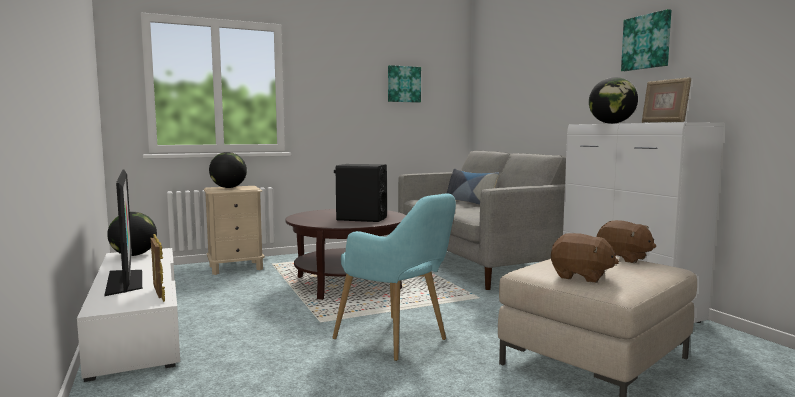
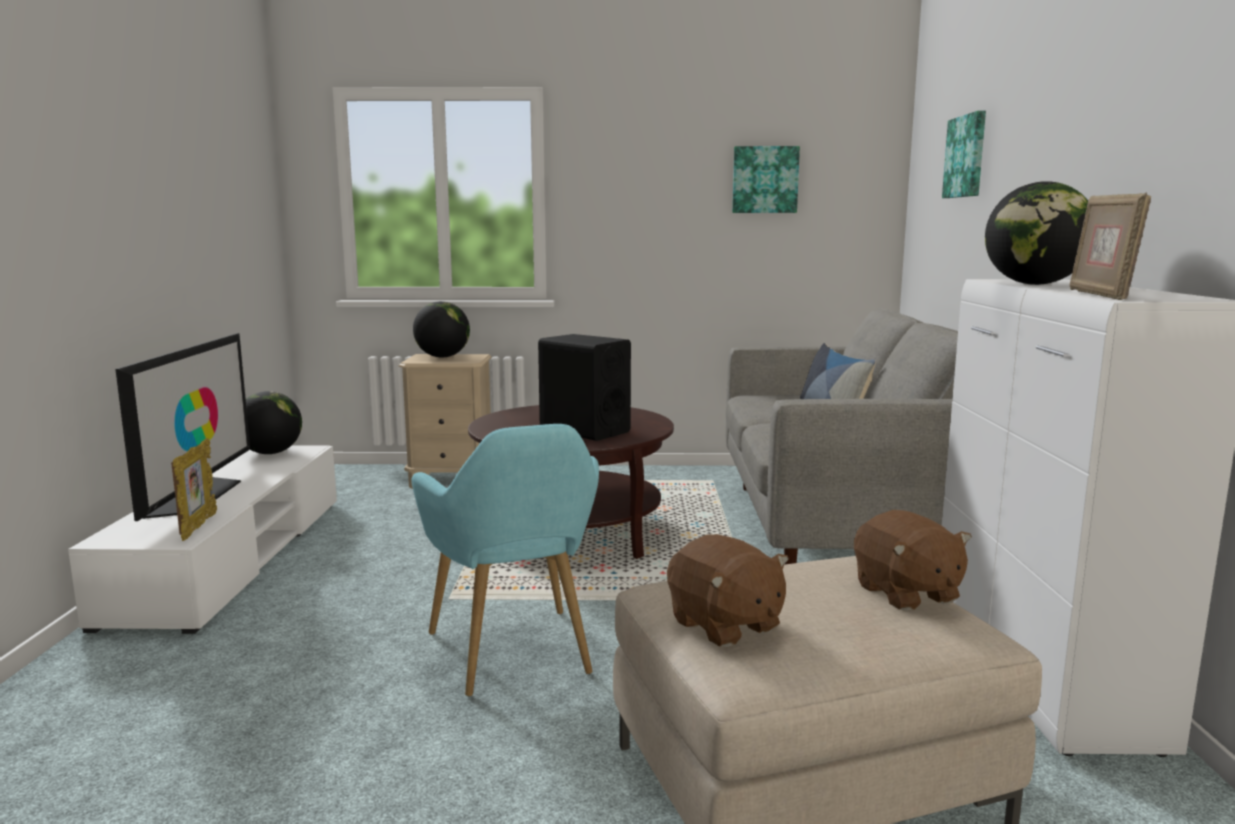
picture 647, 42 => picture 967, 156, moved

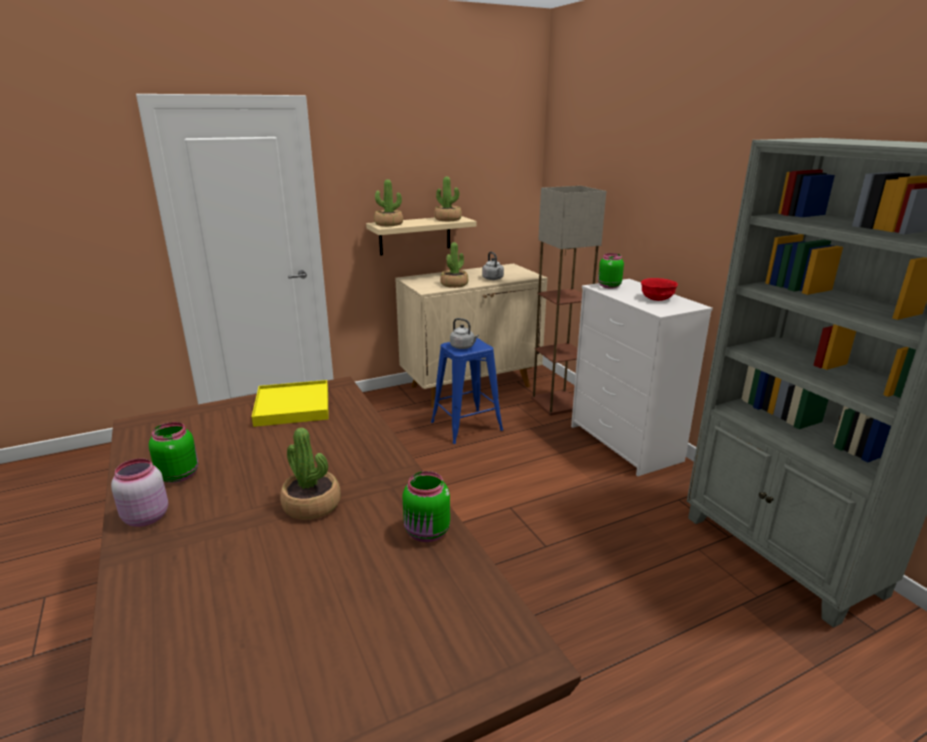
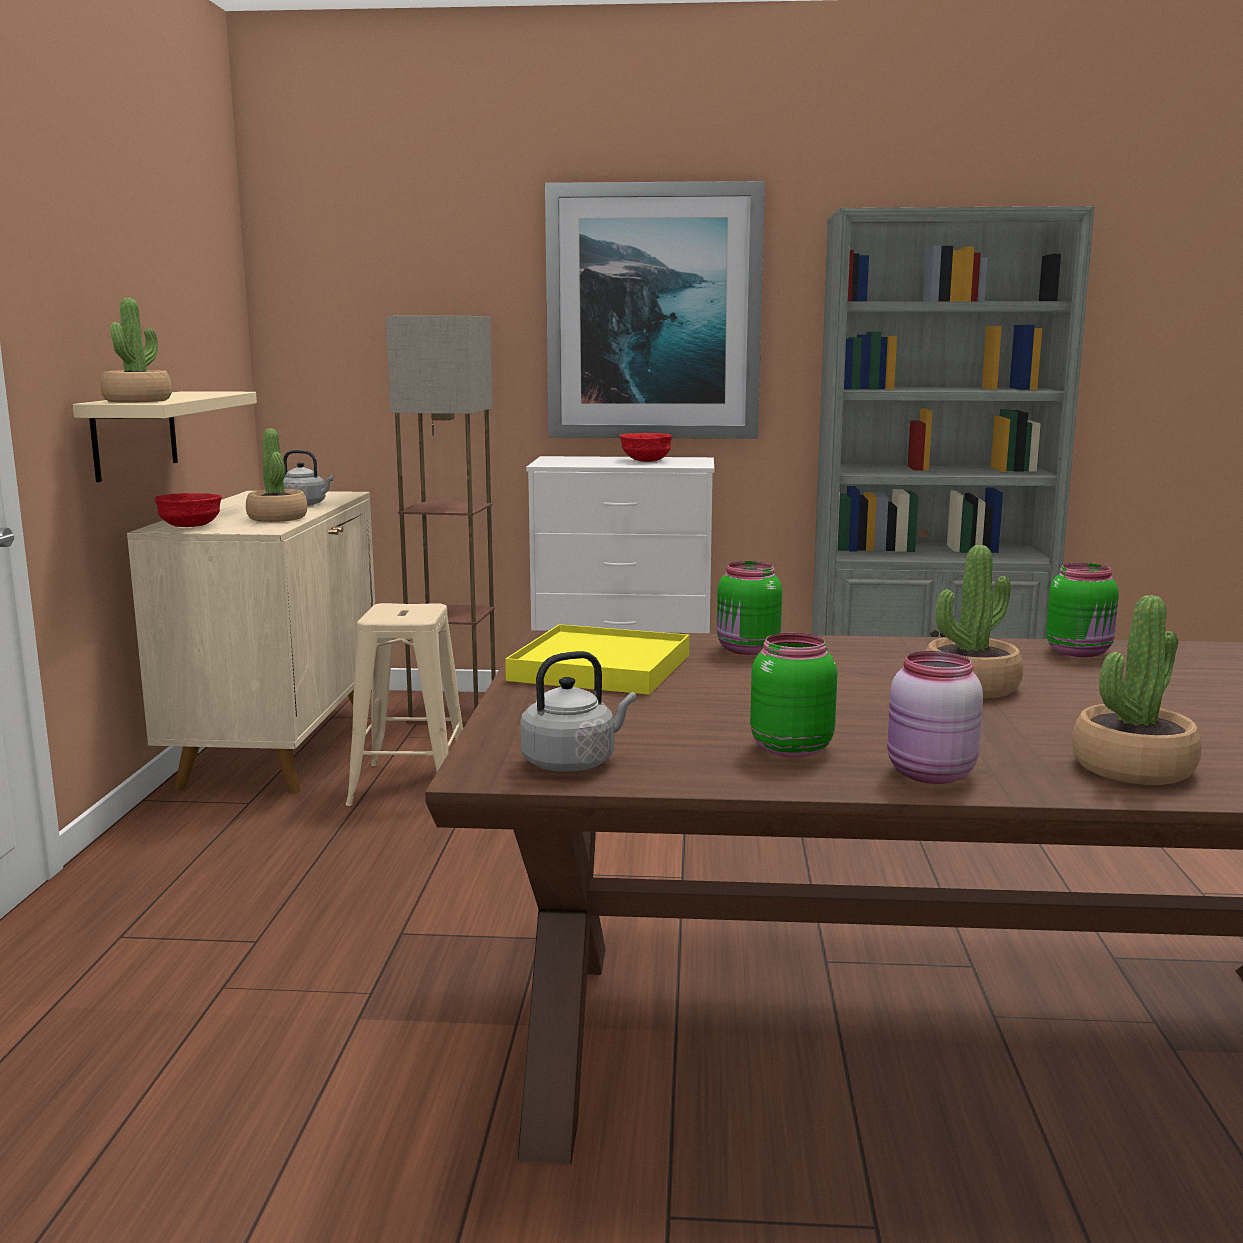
plant in a pot 448, 219 => plant in a pot 1132, 767, moved
greenish jar 608, 286 => greenish jar 747, 650, moved
grey tea kettle 463, 347 => grey tea kettle 573, 762, moved
bluish sitting stool 466, 426 => beige-coloured sitting stool 410, 785
nothing => picture 654, 313
nothing => red deep dish 189, 526

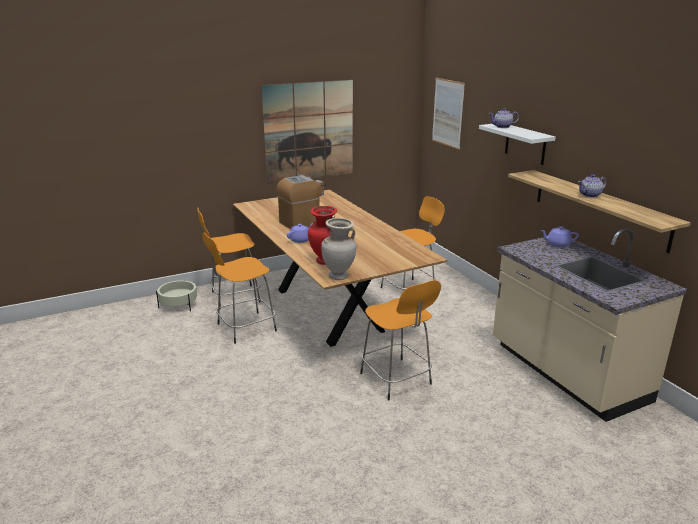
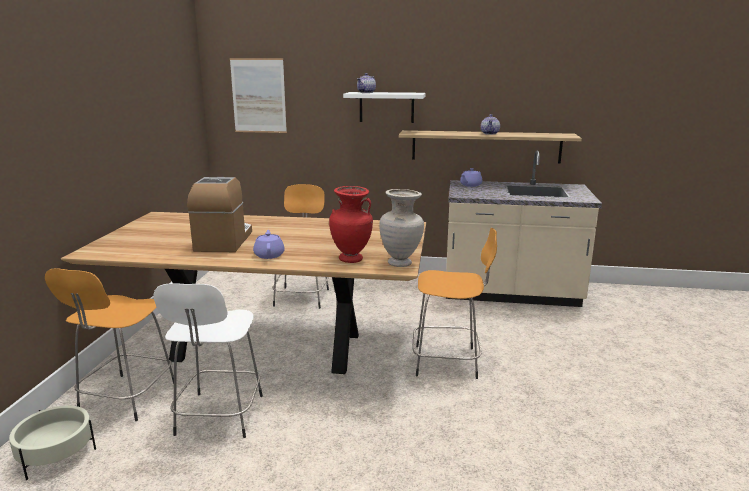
picture 309, 131 => nothing
orange-coloured sitting stool 244, 328 => whitish sitting stool 219, 417

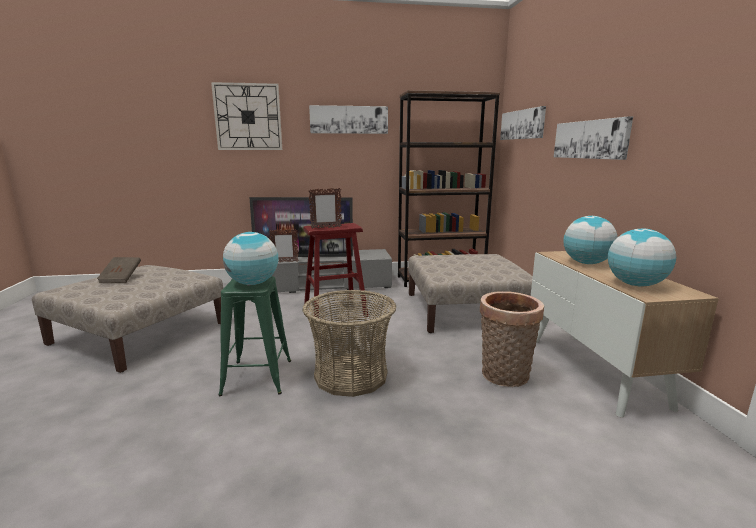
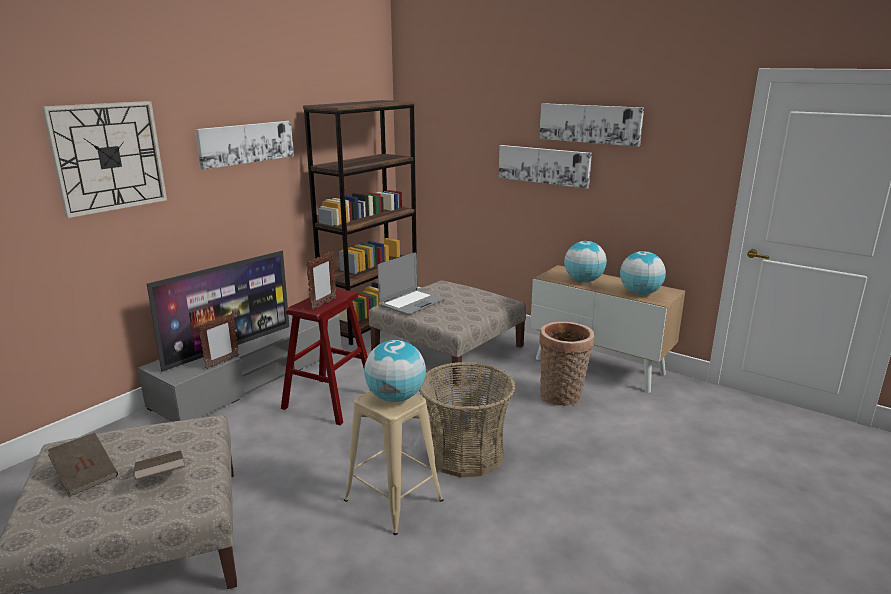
picture 522, 124 => picture 589, 123, moved
greenish sitting stool 257, 377 => beige-coloured sitting stool 393, 500
nothing => notebook computer 412, 303
nothing => brown book 161, 477

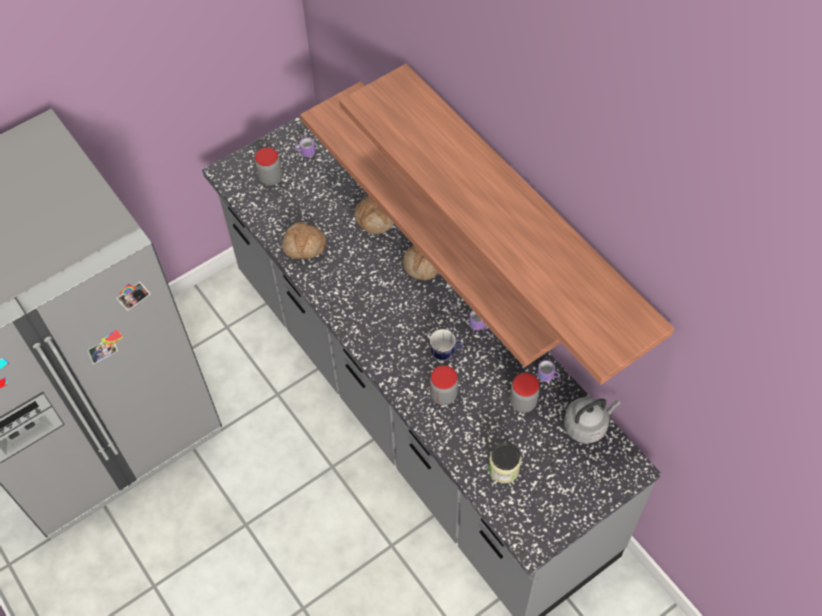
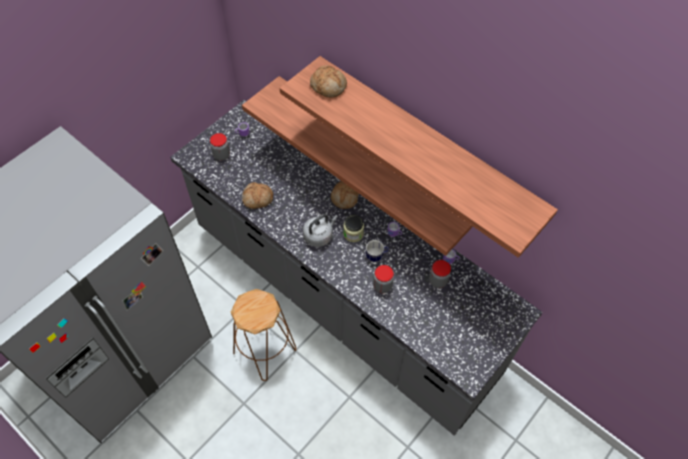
bakery bread 376, 219 => bakery bread 328, 86, moved
grey tea kettle 587, 425 => grey tea kettle 319, 236, moved
jar 503, 469 => jar 353, 234, moved
nothing => brown sitting stool 265, 350

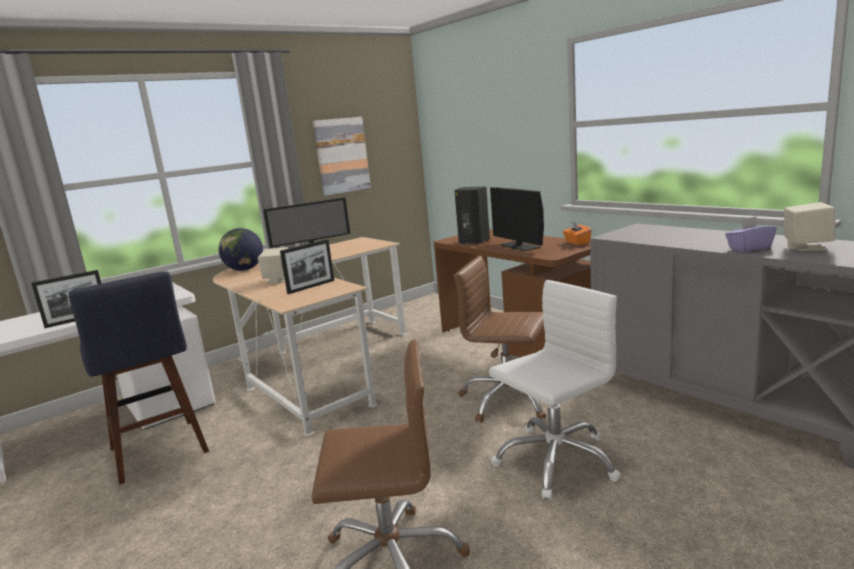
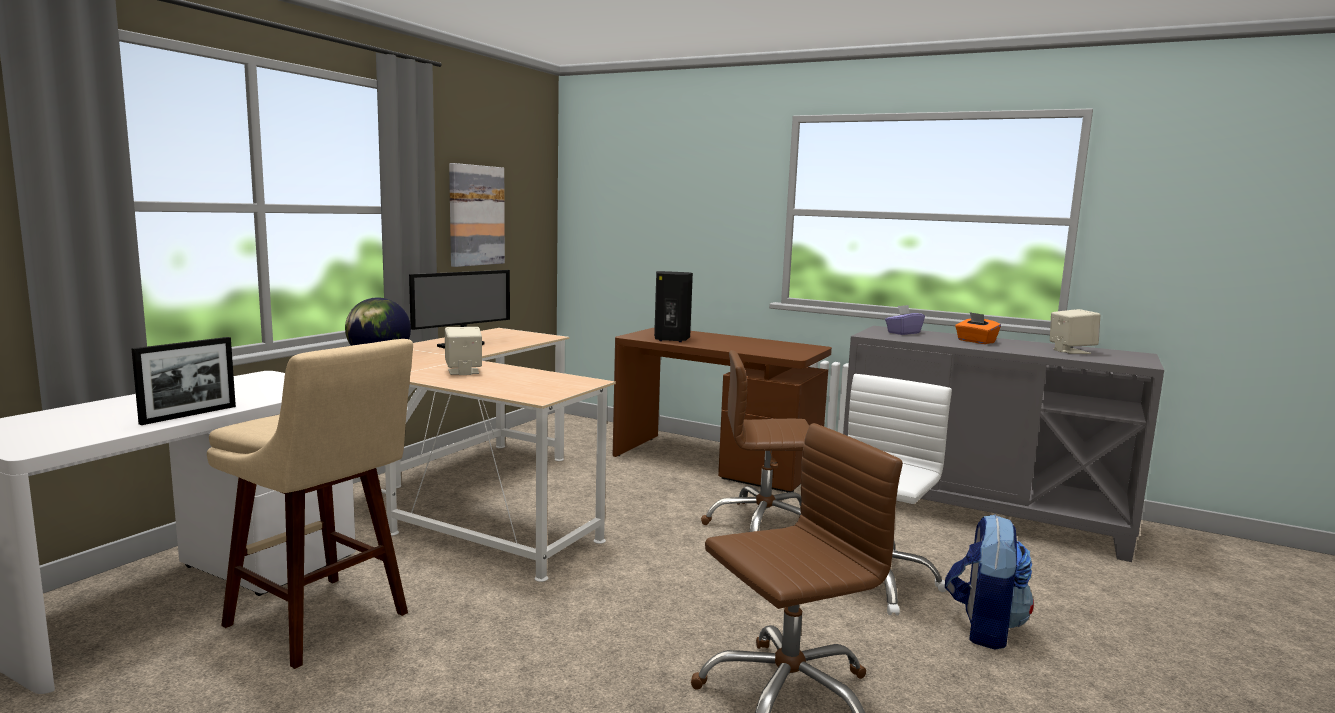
computer screen 519, 246 => nothing
purplish tissue box 749, 248 => purplish tissue box 903, 333, moved
orange-coloured tissue box 577, 243 => orange-coloured tissue box 975, 341, moved
picture frame 311, 287 => nothing
bluish sitting stool 160, 453 => beige-coloured sitting stool 323, 623
nothing => rucksack 983, 628

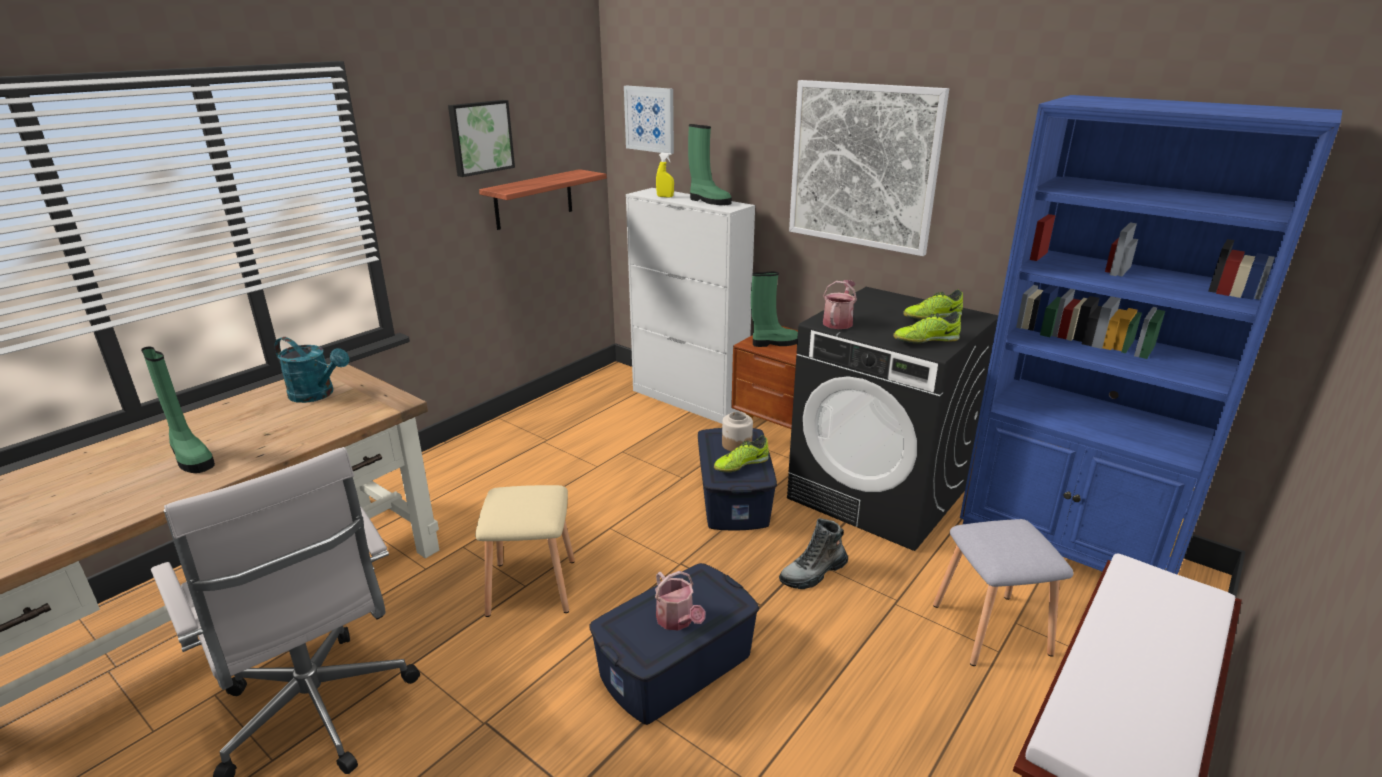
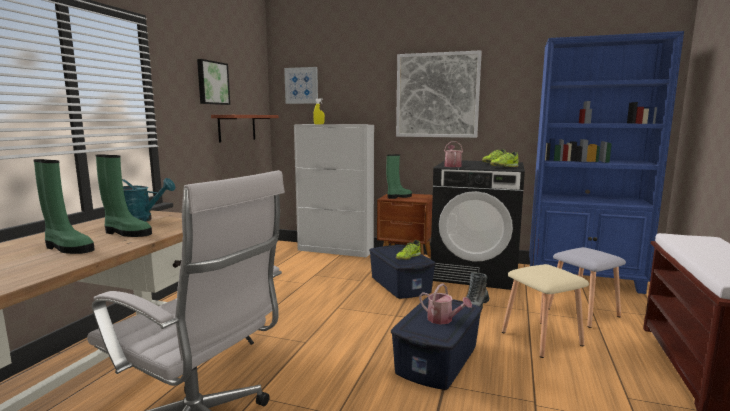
greenish tall boot 708, 201 => greenish tall boot 126, 233, moved
jar 736, 444 => nothing
beige-coloured sitting stool 533, 586 => beige-coloured sitting stool 542, 338, moved

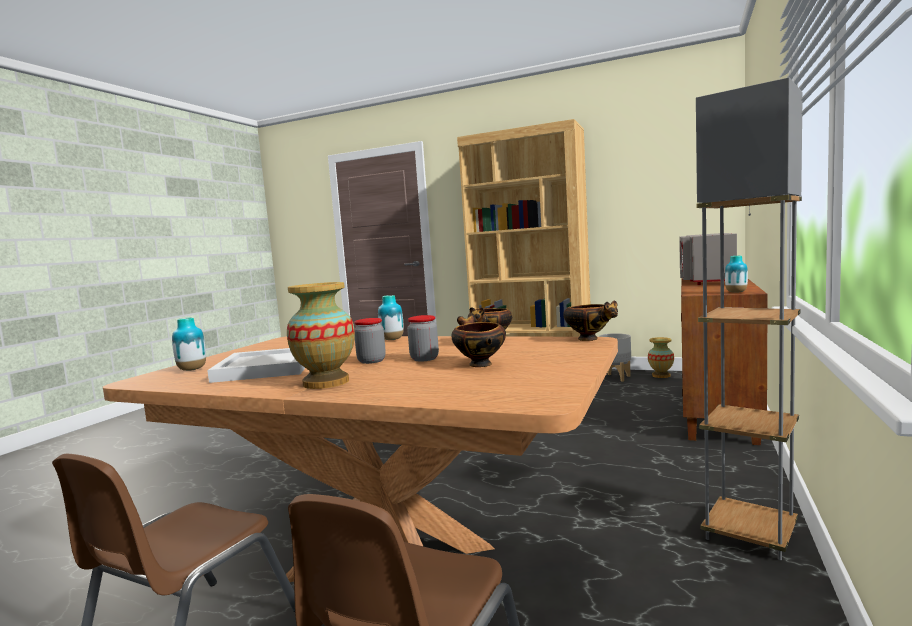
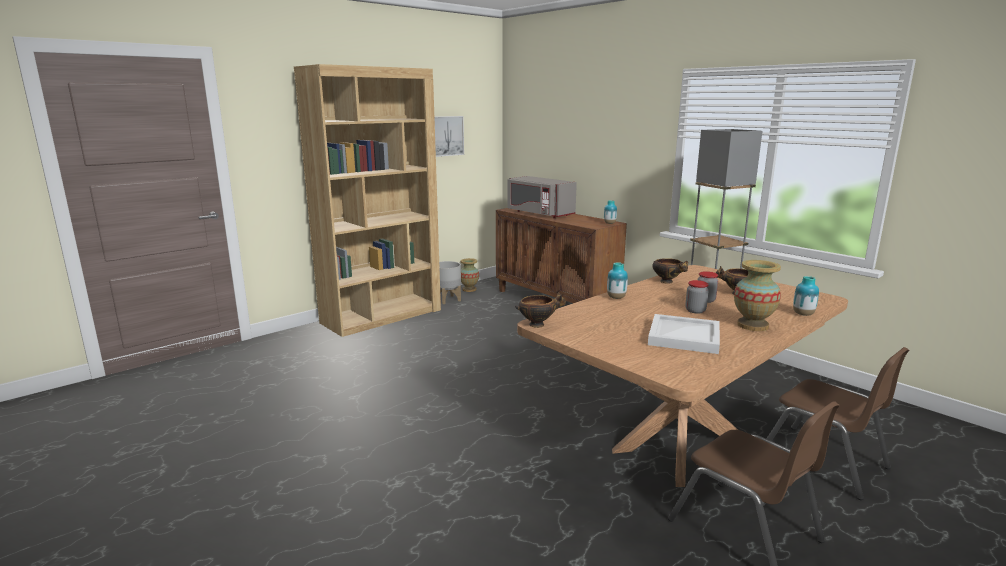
deep dish 590, 339 => deep dish 538, 324, moved
decorative vase 192, 370 => decorative vase 803, 314, moved
nothing => picture 445, 136

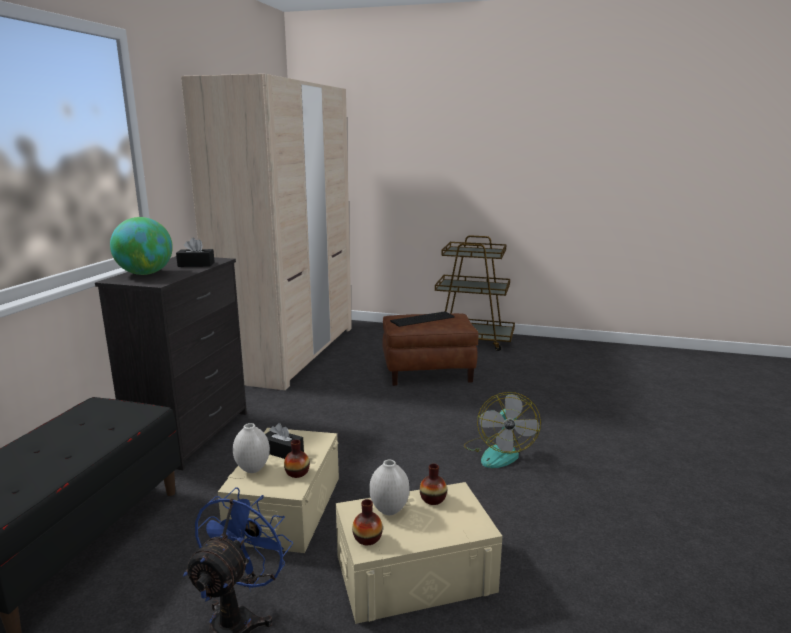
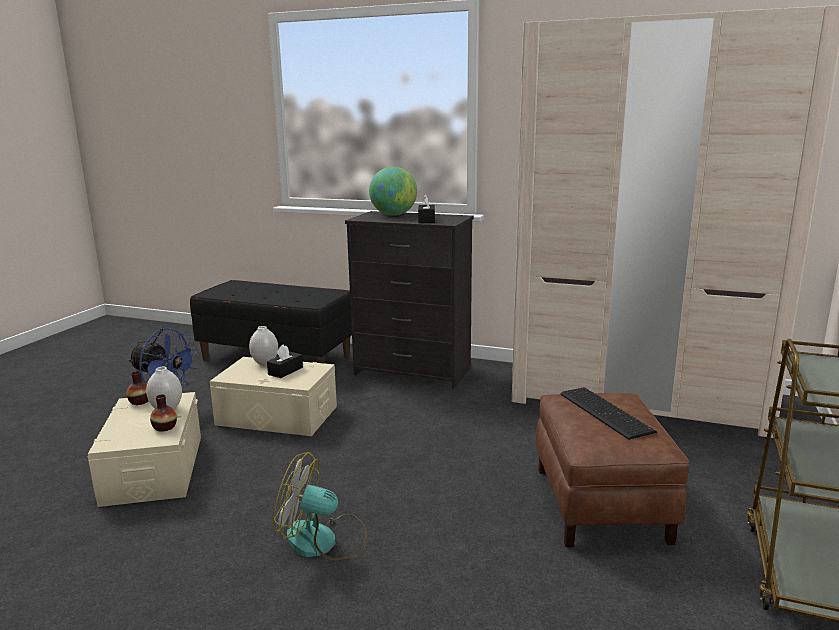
decorative vase 297, 473 => nothing

